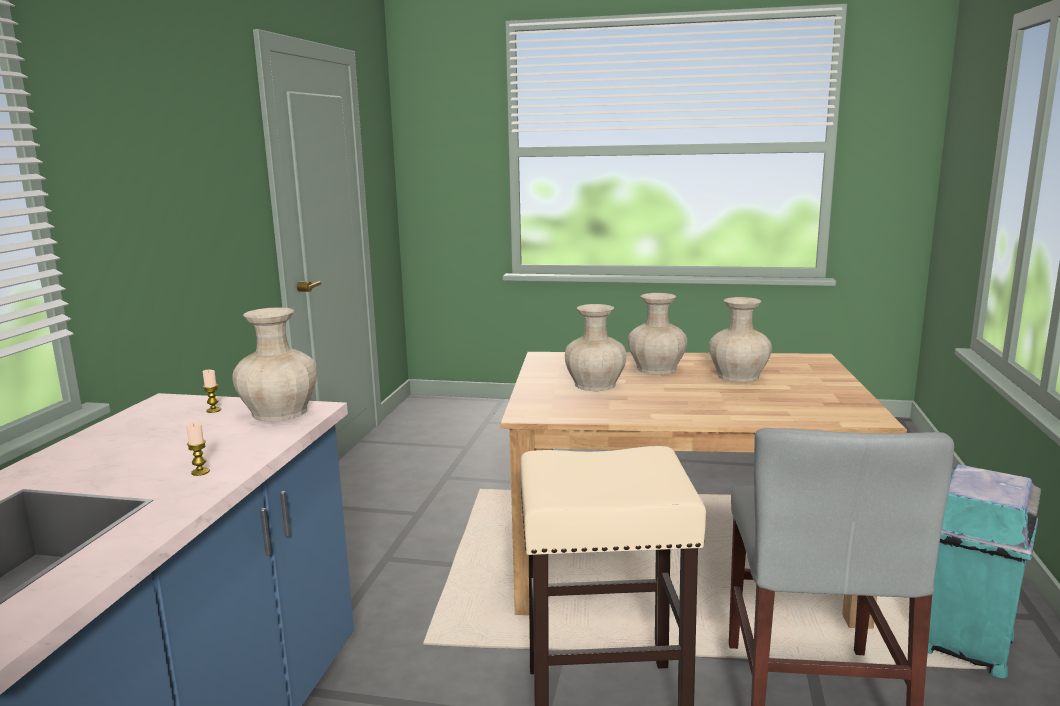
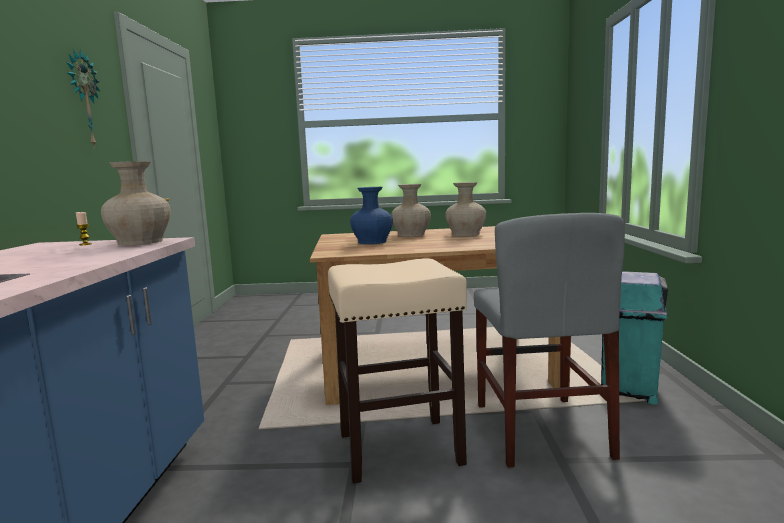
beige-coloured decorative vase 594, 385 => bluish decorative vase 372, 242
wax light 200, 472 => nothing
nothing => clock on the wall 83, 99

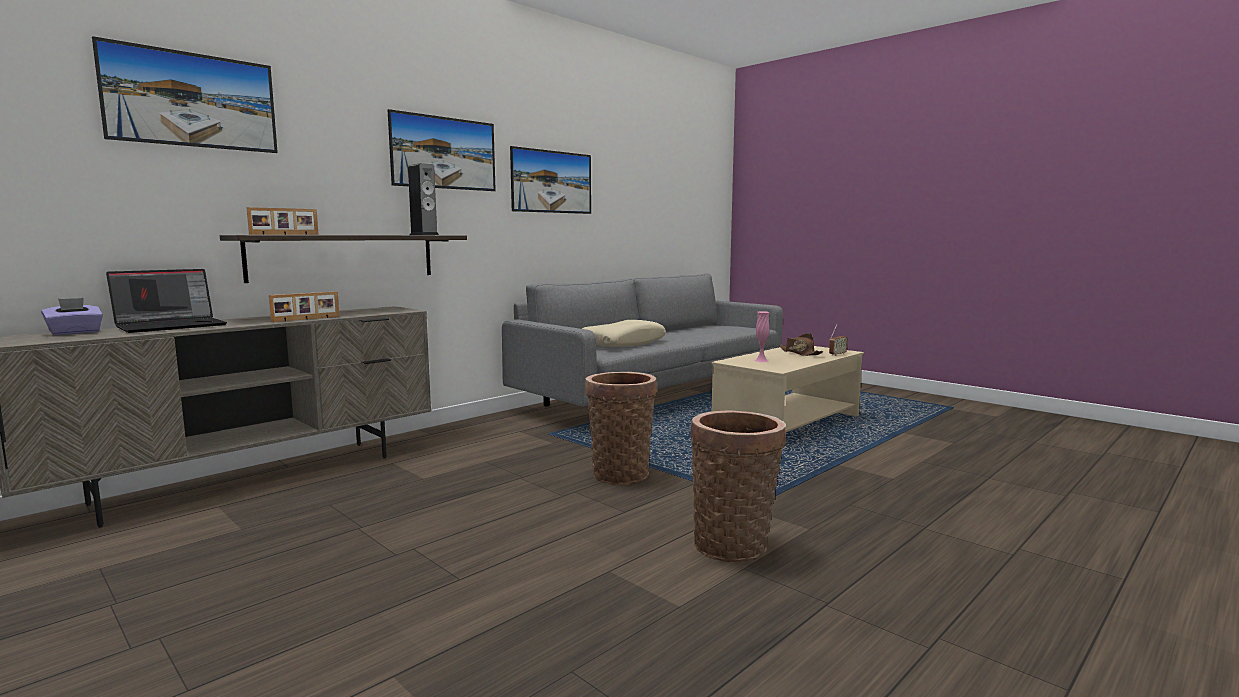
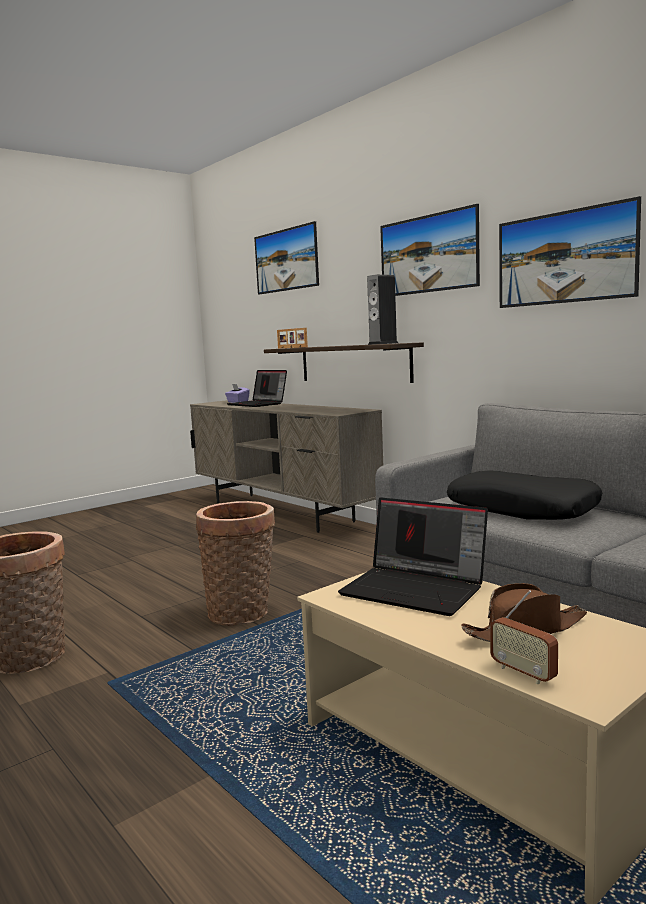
picture frame 306, 319 => nothing
pinkish decorative vase 761, 360 => notebook computer 416, 589
beige-coloured throw pillow 622, 343 => blackish throw pillow 522, 509

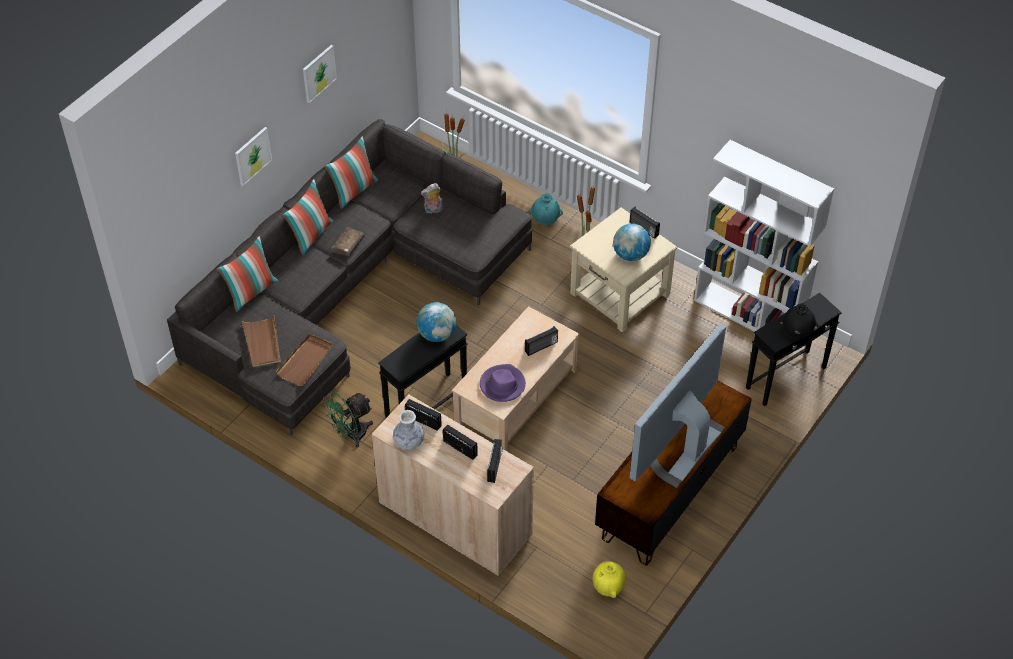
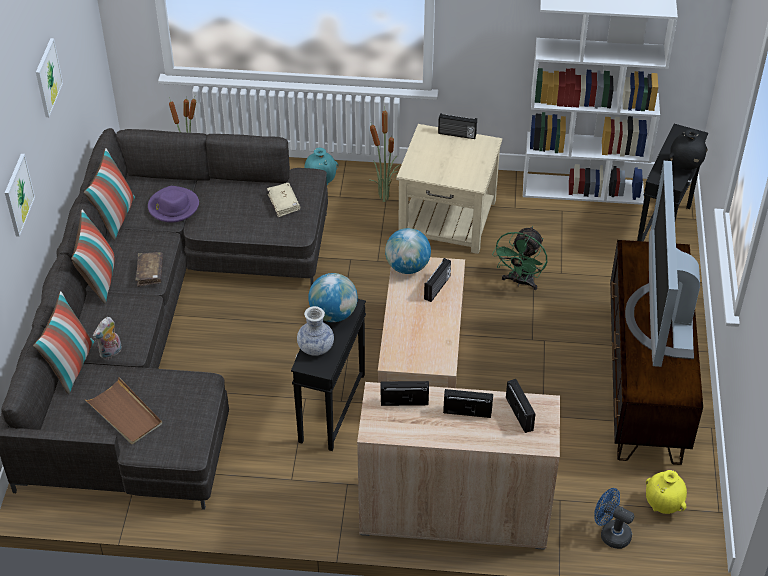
cuddly toy 433, 210 => cuddly toy 111, 353, moved
desk globe 630, 255 => desk globe 407, 267, moved
brown serving tray 306, 361 => nothing
purplish clothing hat 502, 385 => purplish clothing hat 173, 207, moved
greenish cooling fan 351, 435 => greenish cooling fan 520, 282, moved
decorative vase 409, 441 => decorative vase 315, 347, moved
nothing => beige-coloured book 284, 203
nothing => bluish cooling fan 610, 533

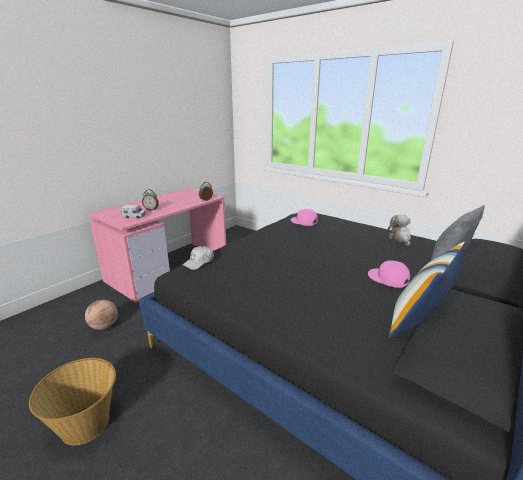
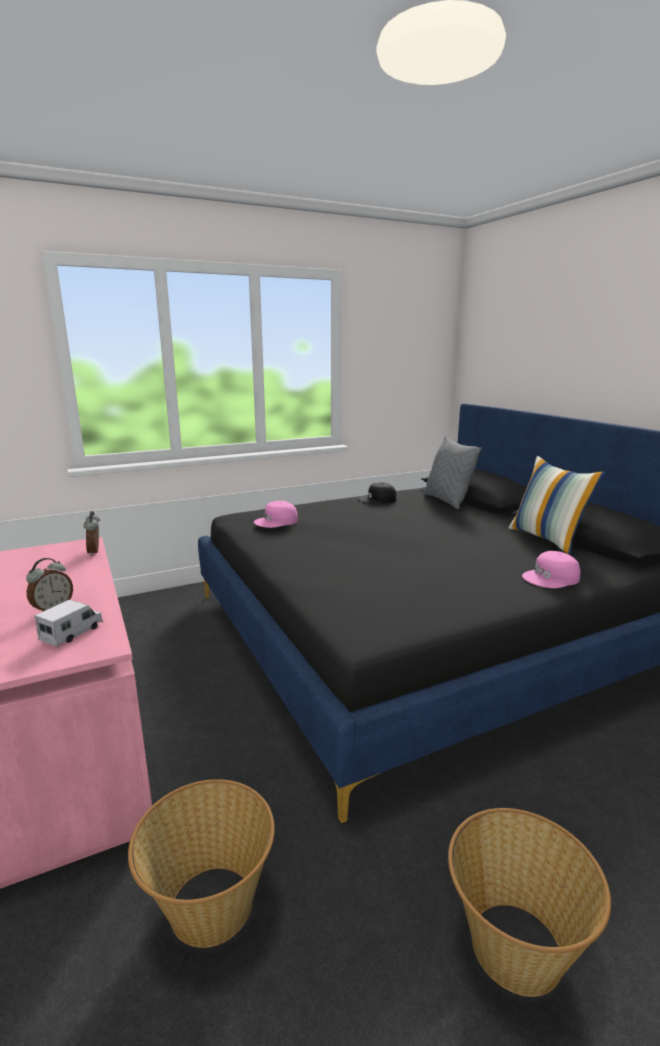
cuddly toy 400, 238 => blackish baseball cap 378, 499
whitish baseball cap 199, 262 => nothing
pinkish baseball cap 388, 278 => pinkish baseball cap 551, 578, moved
ball for basketball 104, 326 => storage basket 210, 906

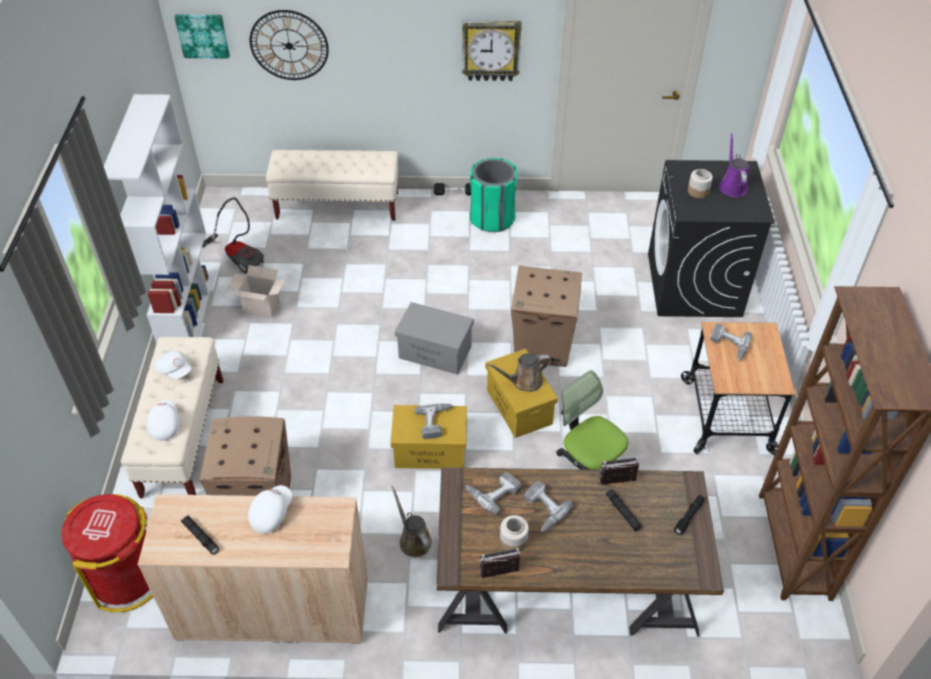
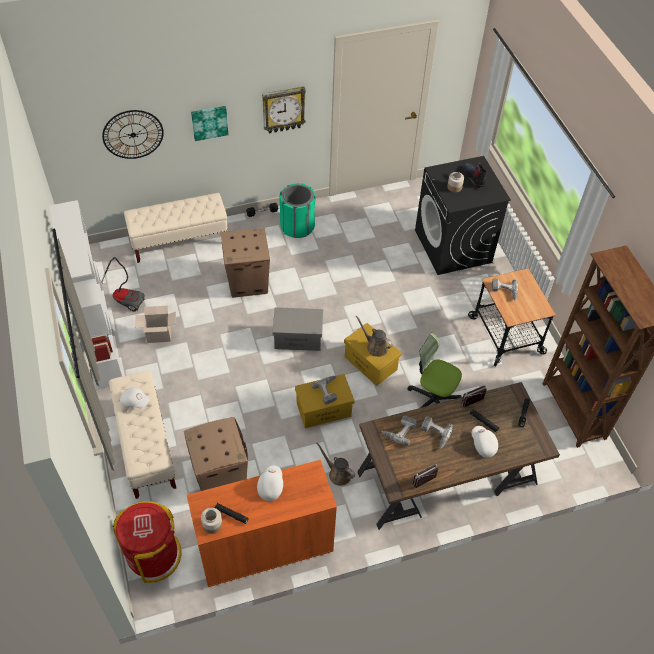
picture 203, 35 => picture 209, 122, moved
purplish watering pot 732, 185 => tall boot 474, 178
packing box 543, 345 => packing box 248, 282, moved
brown watering pot 524, 381 => brown watering pot 375, 346, 75 degrees clockwise
whitish baseball cap 165, 424 => whitish baseball cap 483, 444, moved
beige-coloured storage cabinet 273, 608 => orange-coloured storage cabinet 265, 546
jar 513, 541 => jar 212, 524, moved

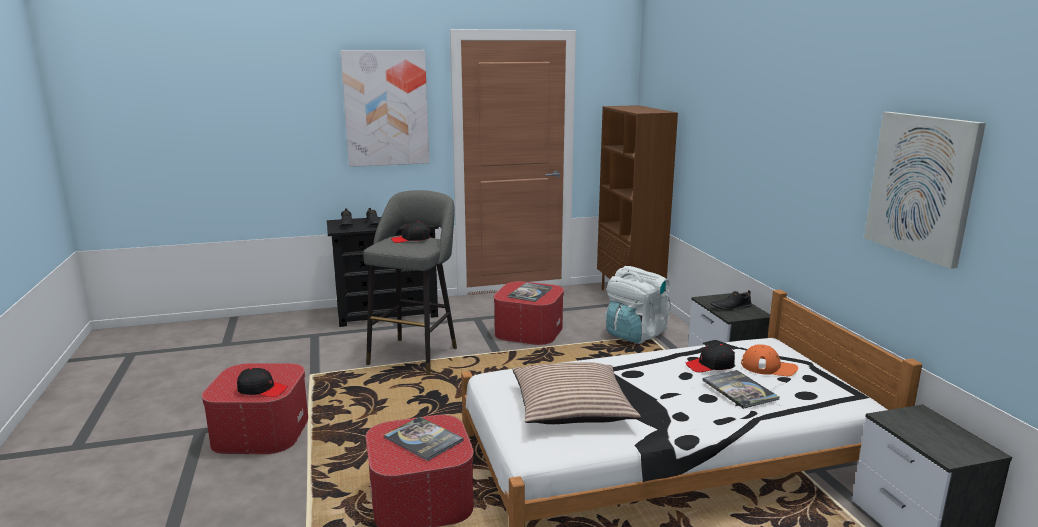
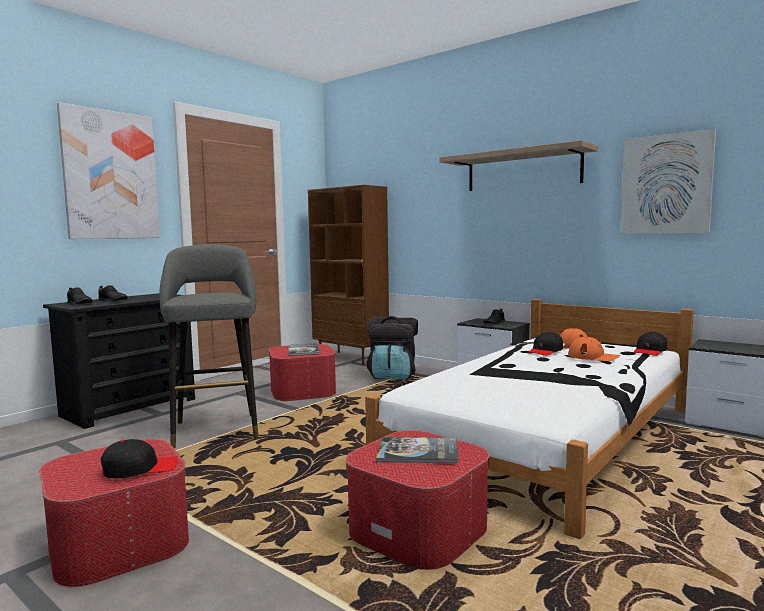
blackish baseball cap 411, 239 => blackish baseball cap 650, 351, moved
whitish rucksack 635, 334 => blackish rucksack 393, 376
throw pillow 571, 407 => nothing
book 739, 390 => orange-coloured baseball cap 593, 357
nothing => wall shelf 522, 170

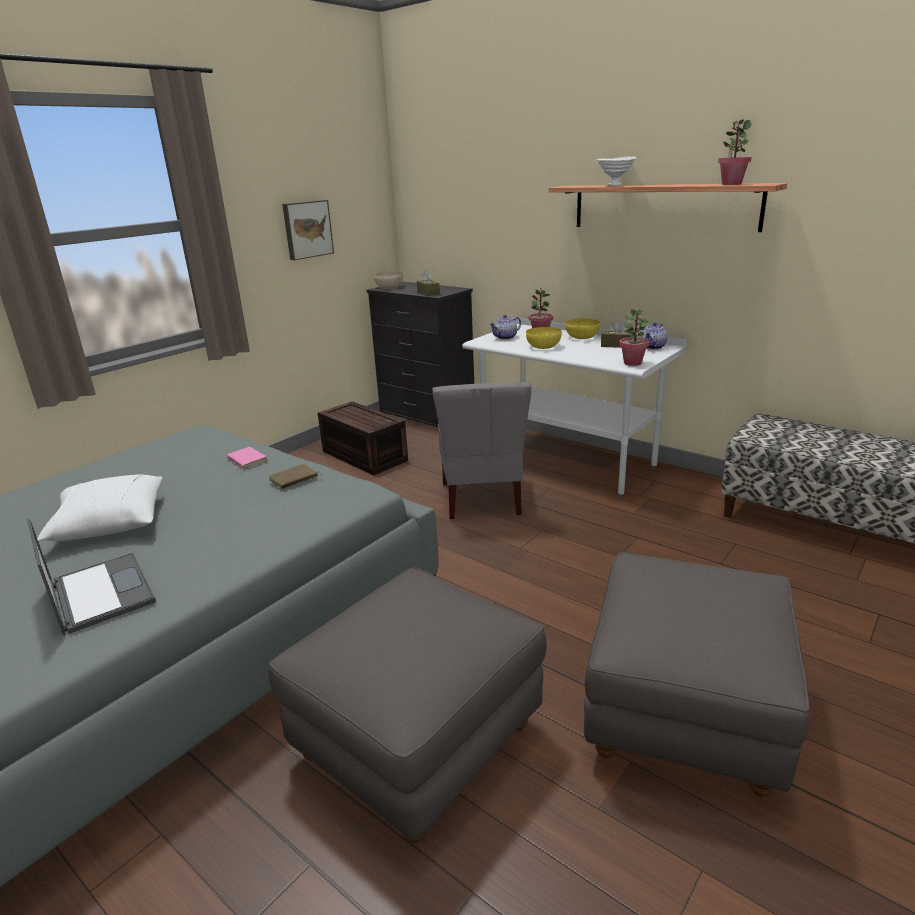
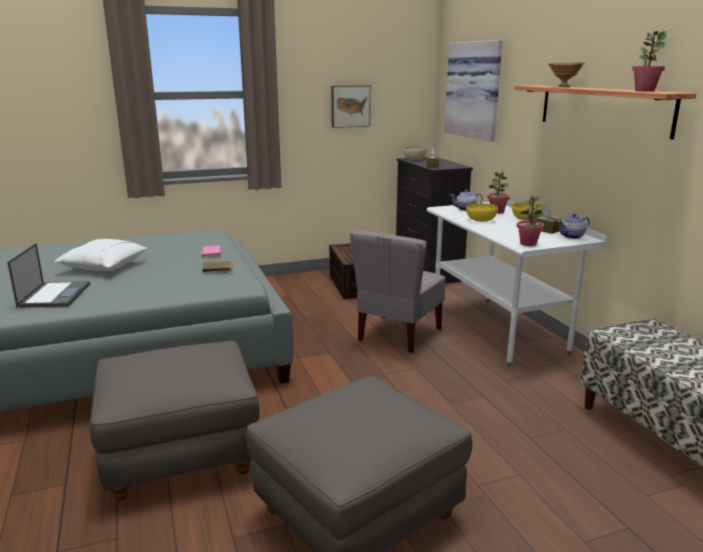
whitish deep dish 615, 185 => brown deep dish 564, 87
nothing => picture 475, 90

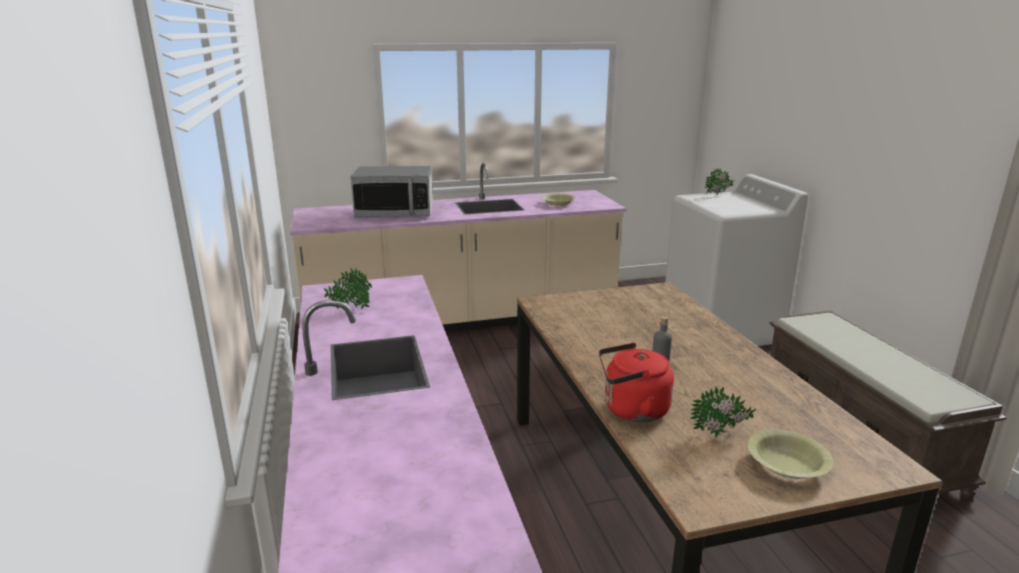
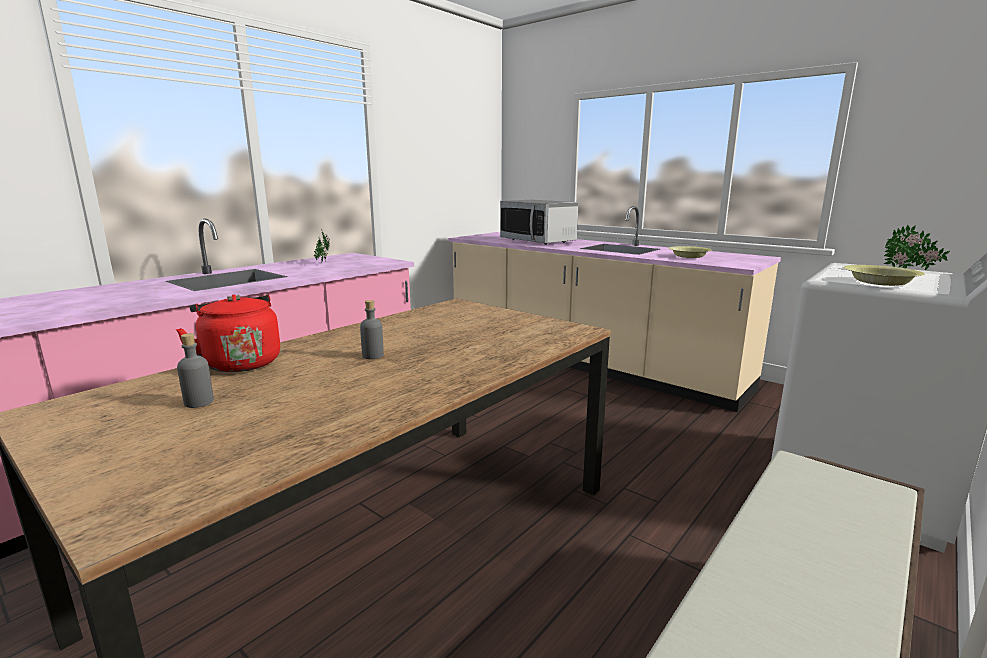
plant in a pot 721, 435 => grey beverage bottle 199, 402
yellow-coloured deep dish 786, 465 => yellow-coloured deep dish 879, 282, moved

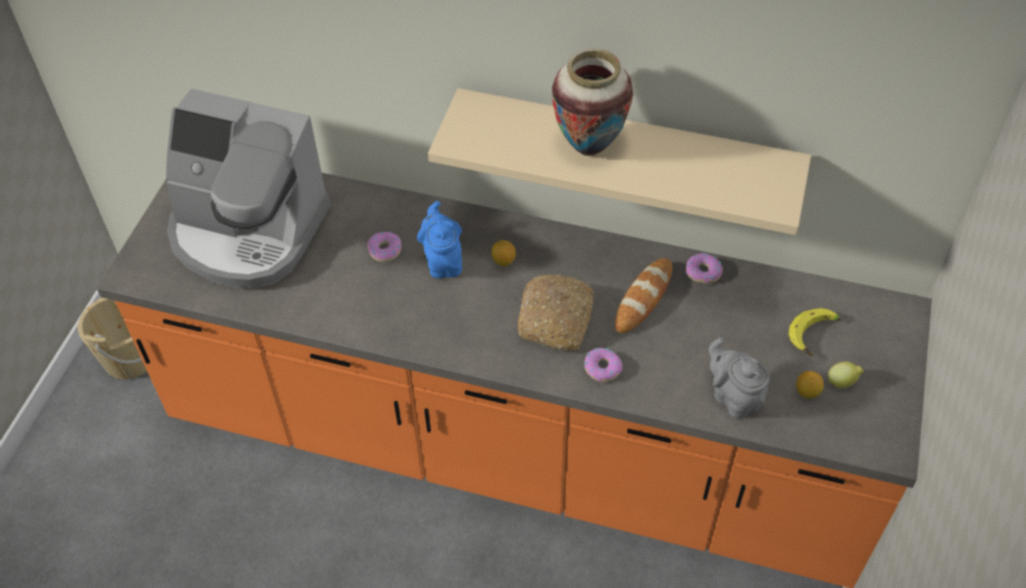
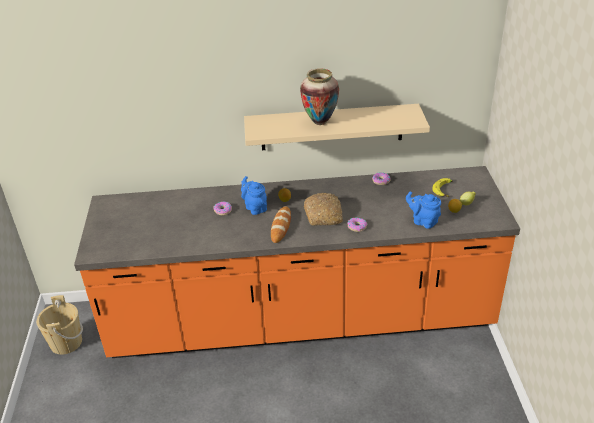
coffee maker 248, 232 => nothing
bakery bread 643, 298 => bakery bread 281, 226, moved
grey tea pot 733, 397 => bluish tea pot 423, 221

